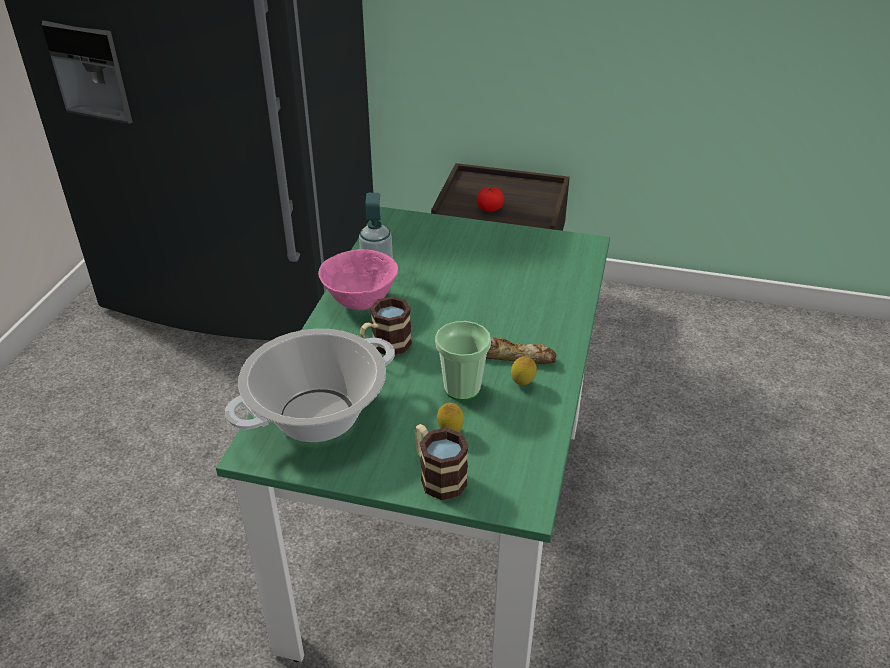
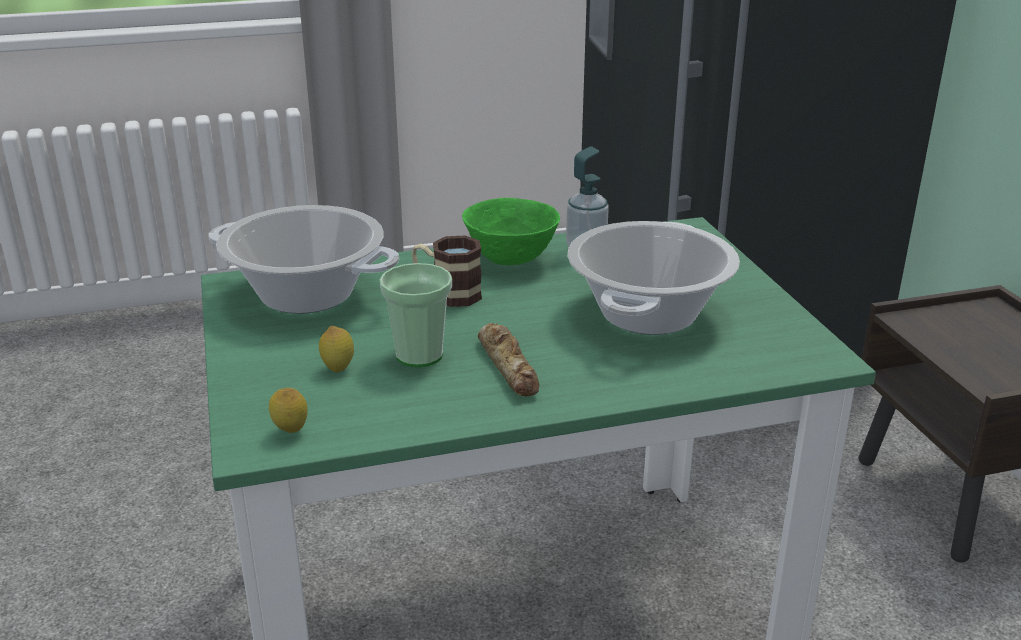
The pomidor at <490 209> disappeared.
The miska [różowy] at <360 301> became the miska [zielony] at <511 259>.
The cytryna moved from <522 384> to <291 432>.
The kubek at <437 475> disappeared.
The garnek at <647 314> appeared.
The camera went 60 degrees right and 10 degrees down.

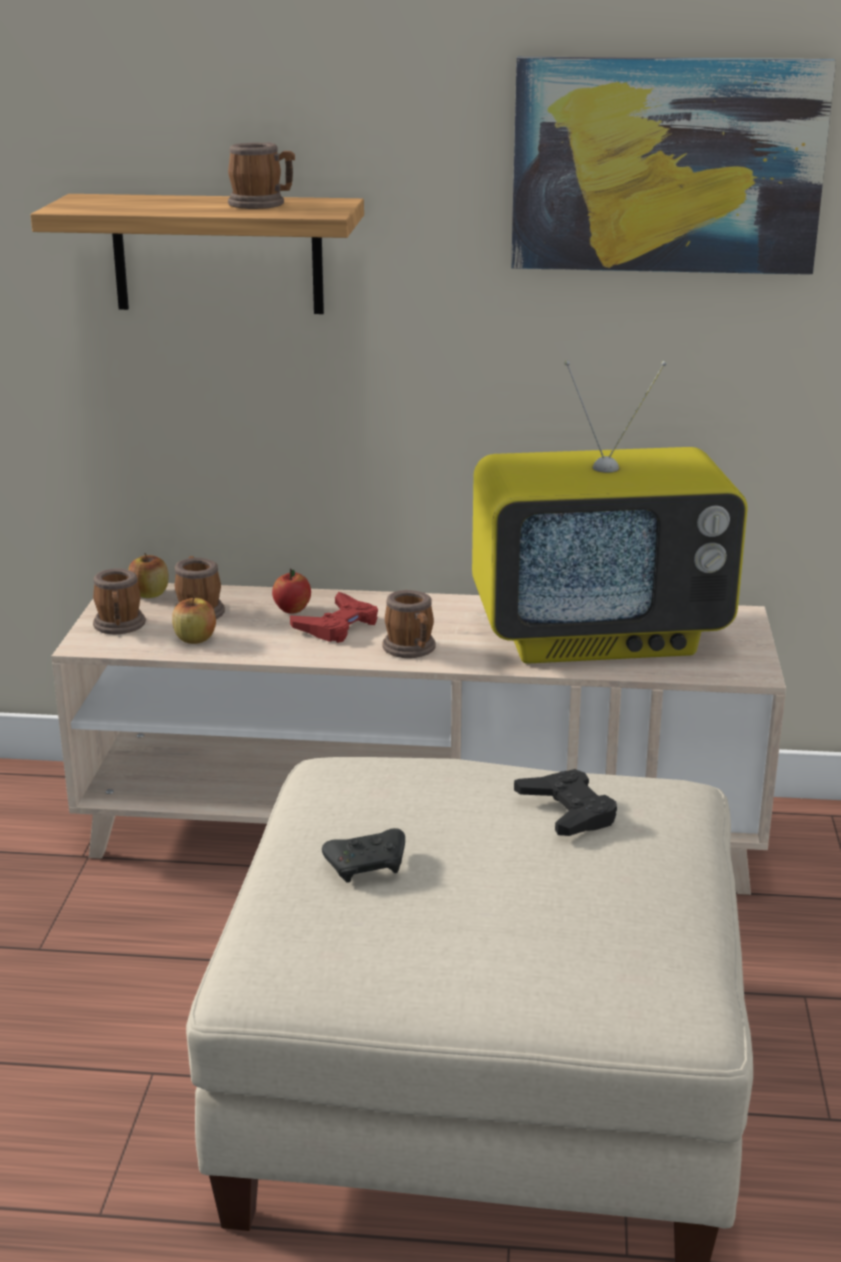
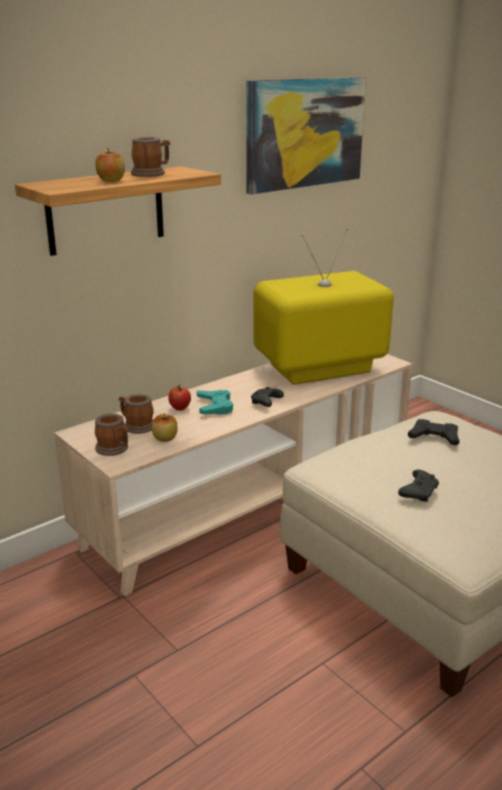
The telewizor at <599 636> turned 150 degrees counterclockwise.
The jabłko moved from <149 594> to <111 180>.
The kubek at <412 649> was replaced by the pad do gier [czarny] at <266 403>.
The pad do gier [czerwony] at <337 626> became the pad do gier [turkusowy] at <215 406>.
The camera went 45 degrees left and 0 degrees up.

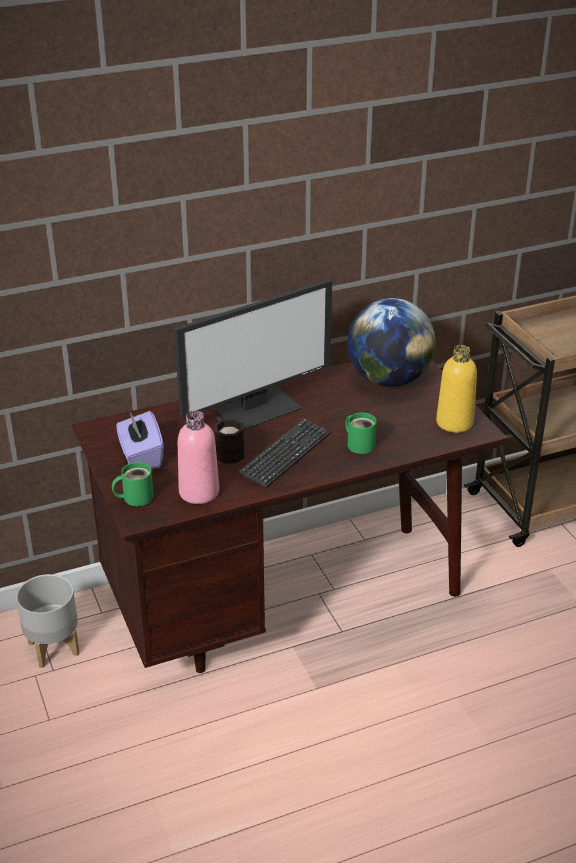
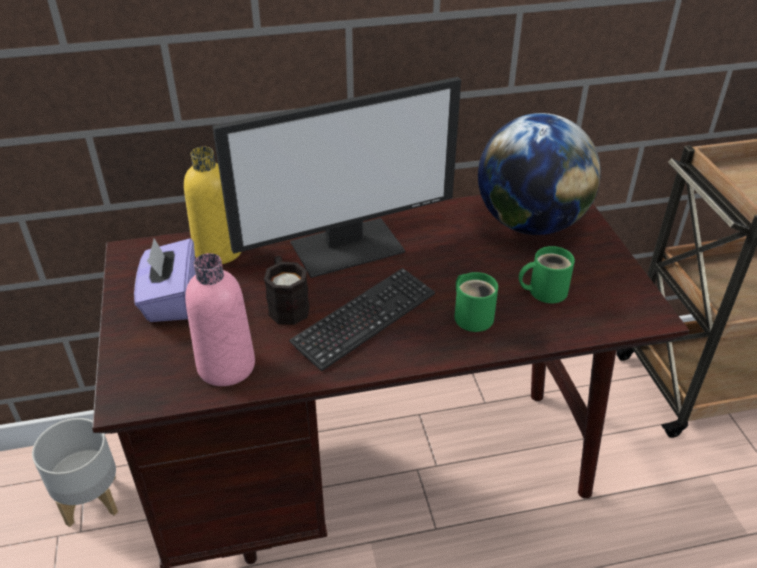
The butelka [żółty] moved from <454 422> to <218 251>.
The kubek [zielony] moved from <135 497> to <544 290>.
The camera went 10 degrees right and 5 degrees up.

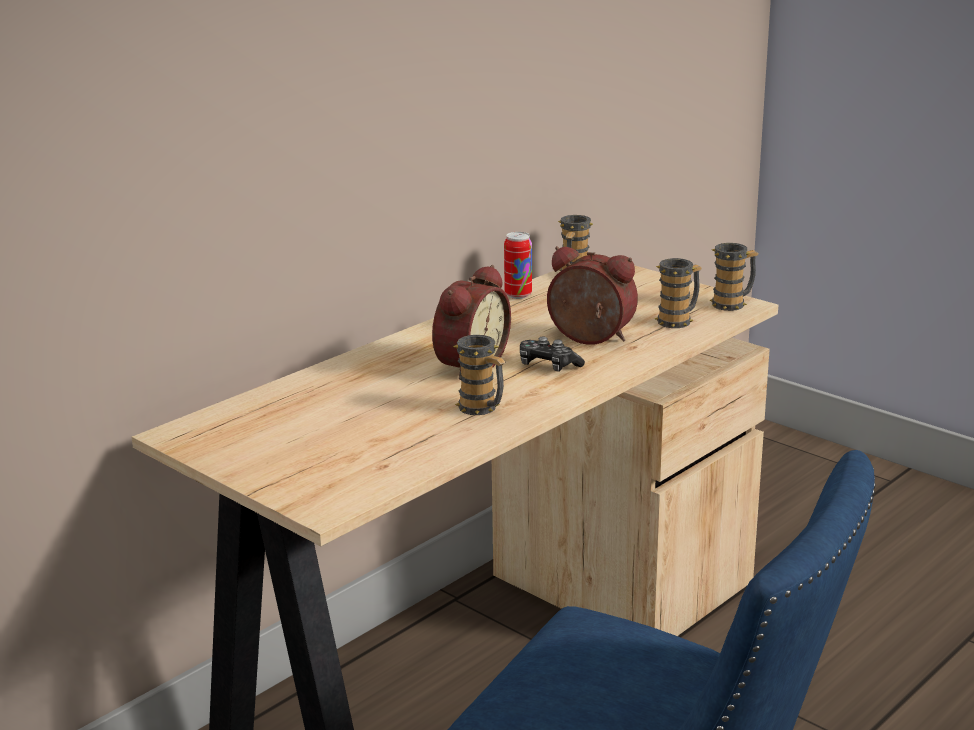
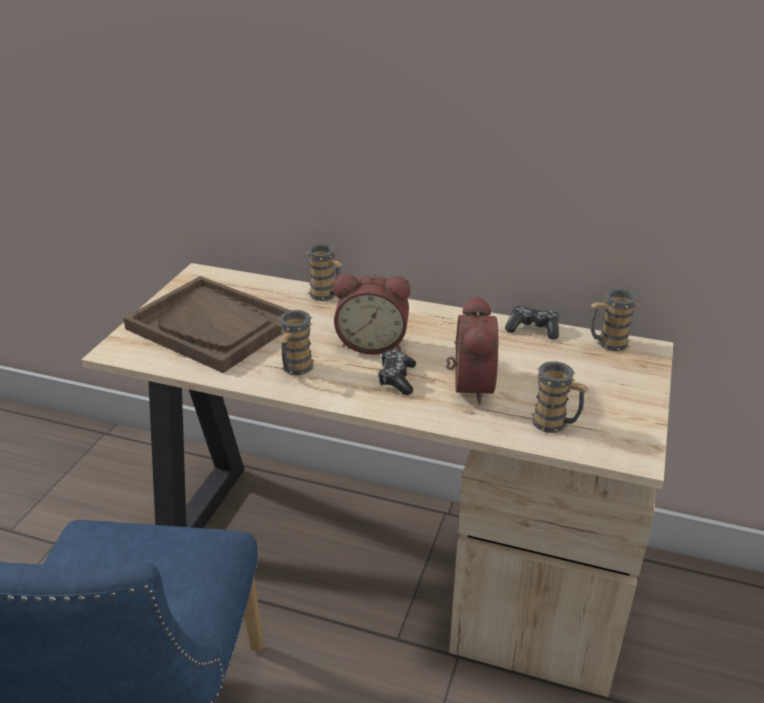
The puszka at <518 295> was replaced by the pad do gier at <533 329>.
The kubek moved from <733 303> to <326 296>.
The taca [brązowy] at <212 326> appeared.
The camera went 65 degrees right and 10 degrees up.

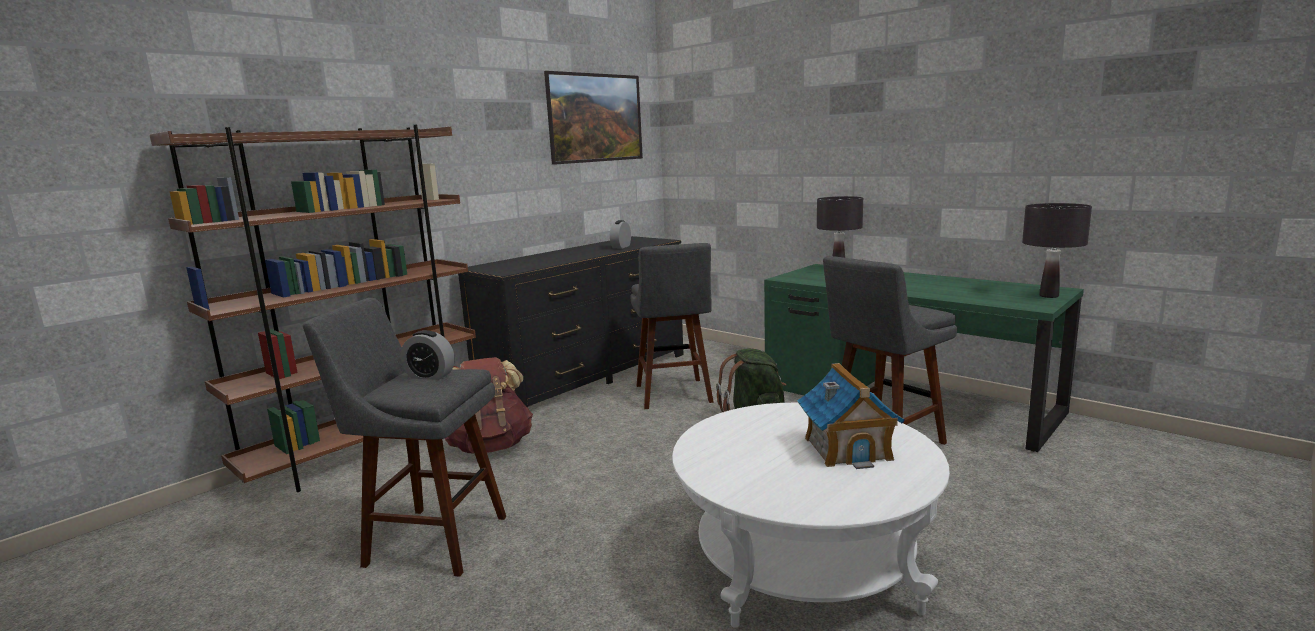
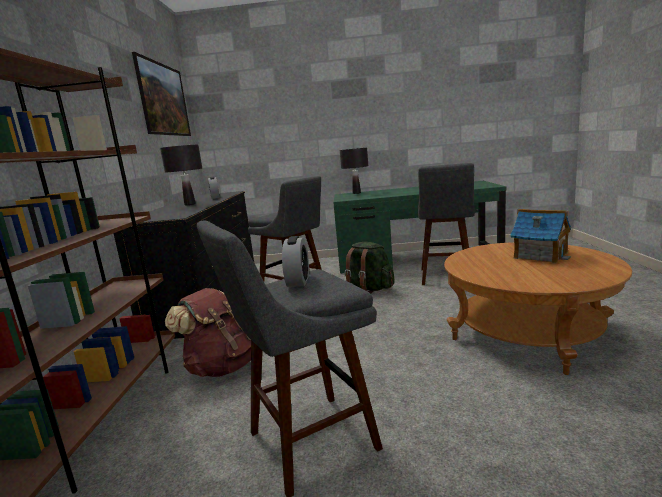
The lampa stołowa [czarny] moved from <1049 296> to <190 204>.
The budzik at <430 376> turned 60 degrees counterclockwise.
The ława [biały] at <803 563> became the ława [brązowy] at <527 334>.
The camera went 40 degrees left and 0 degrees up.

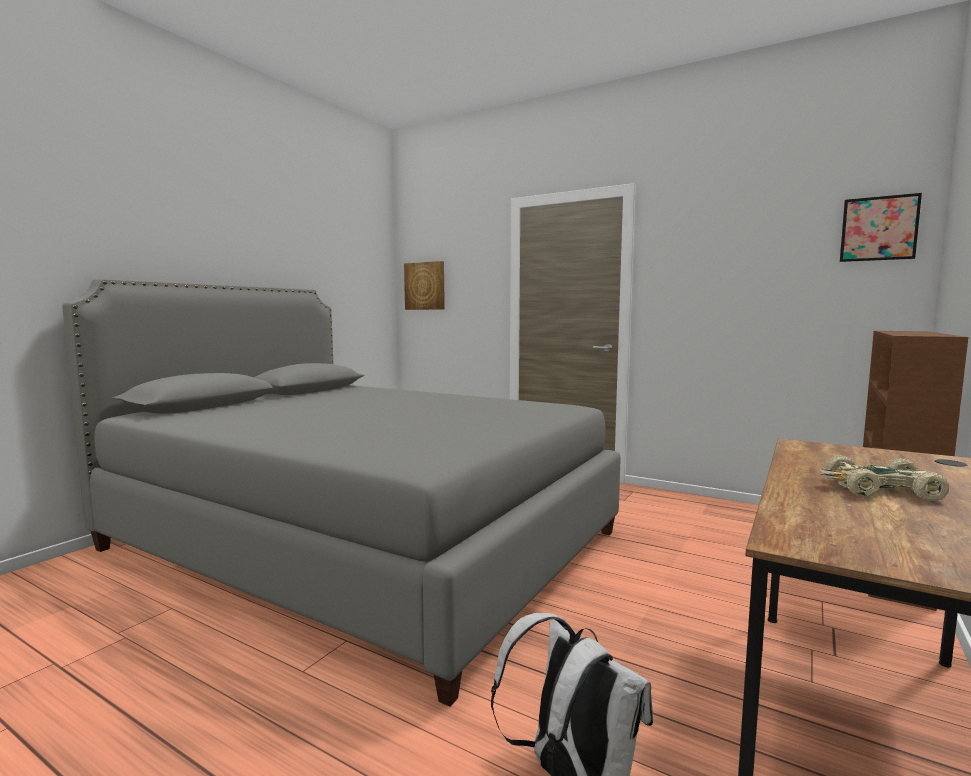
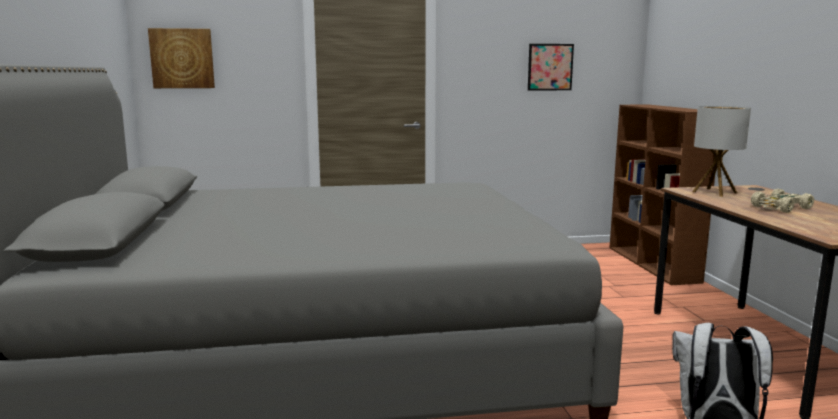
The obraz moved from <879 228> to <550 67>.
The lampa stołowa at <714 192> appeared.
The camera went 40 degrees left and 5 degrees up.

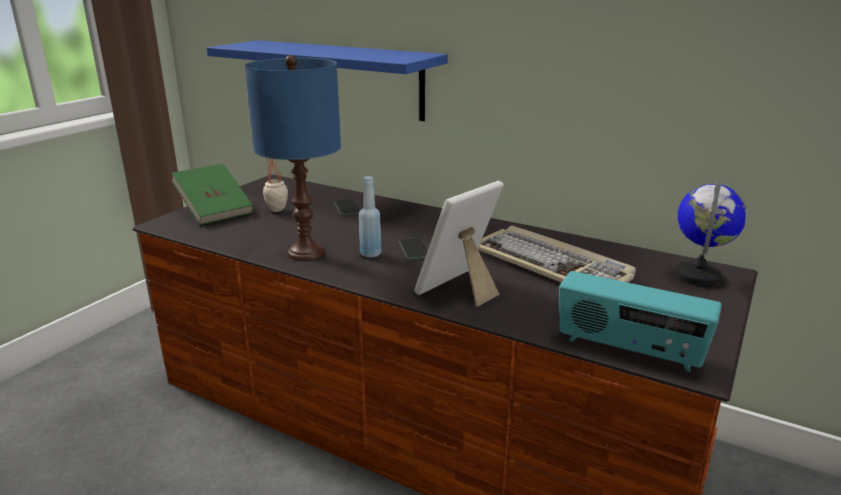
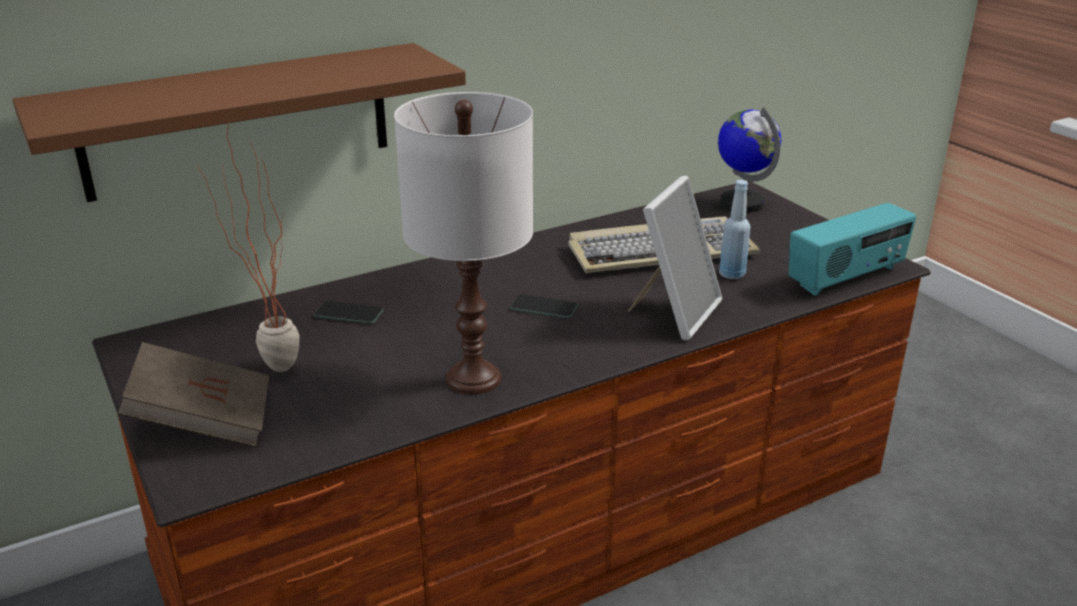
The półka [niebieski] at <346 79> became the półka [brązowy] at <238 121>.
The lampa stołowa [niebieski] at <306 253> became the lampa stołowa [biały] at <474 378>.
The książka [zielony] at <215 211> became the książka [brązowy] at <203 422>.
The butelka [niebieski] moved from <370 254> to <732 274>.
The ramka na zdjęcie at <460 290> turned 135 degrees counterclockwise.
The camera went 60 degrees left and 5 degrees up.

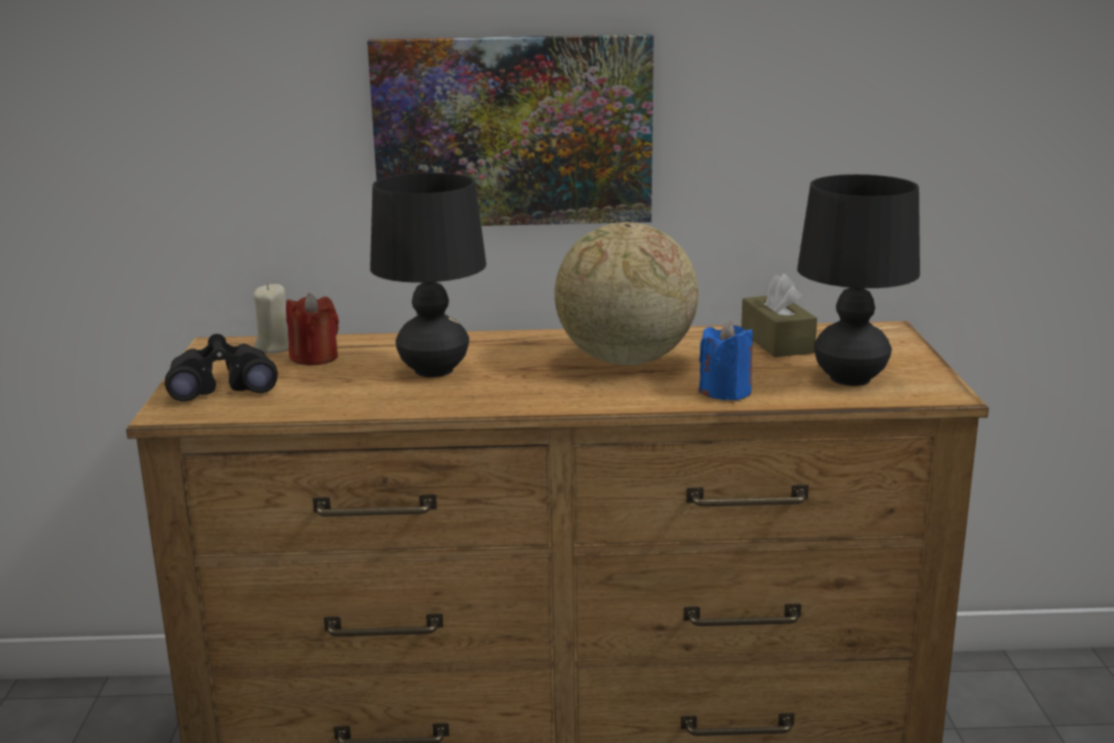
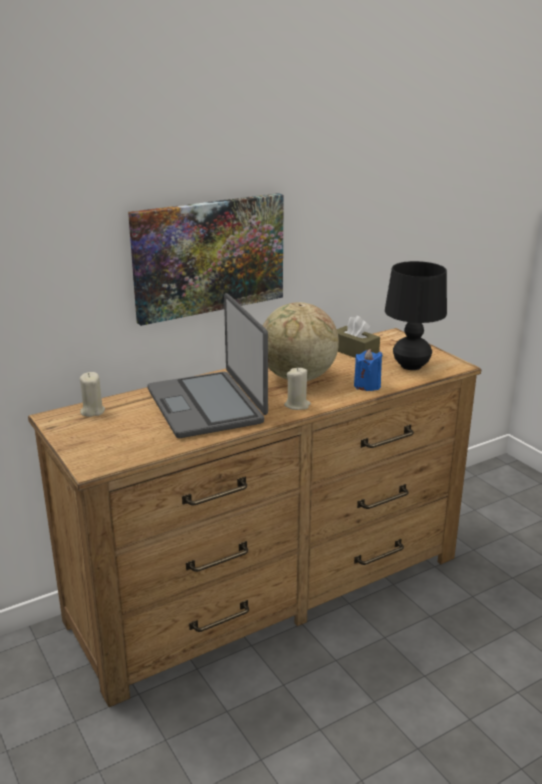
The lampa stołowa [czarny] at <433 370> was replaced by the laptop at <207 405>.
The świeca [czerwony] at <314 358> disappeared.
The lornetka [czarny] at <222 386> disappeared.
The świeca [beżowy] at <297 405> appeared.
The camera went 30 degrees left and 5 degrees up.

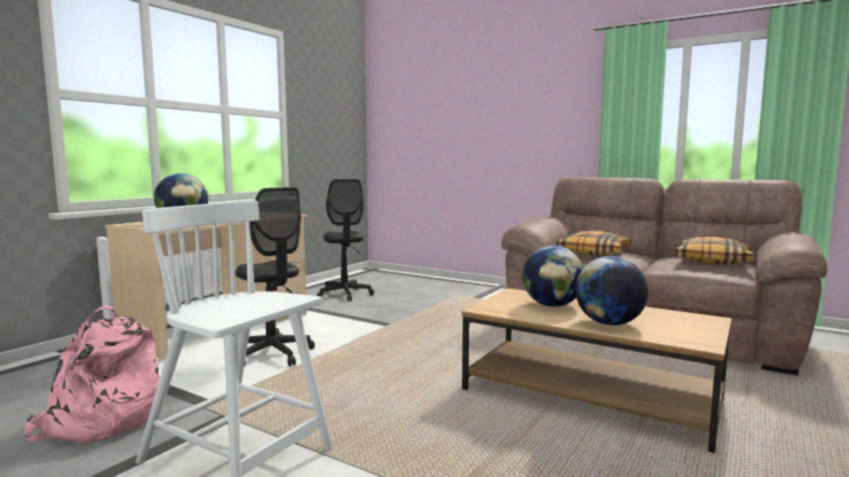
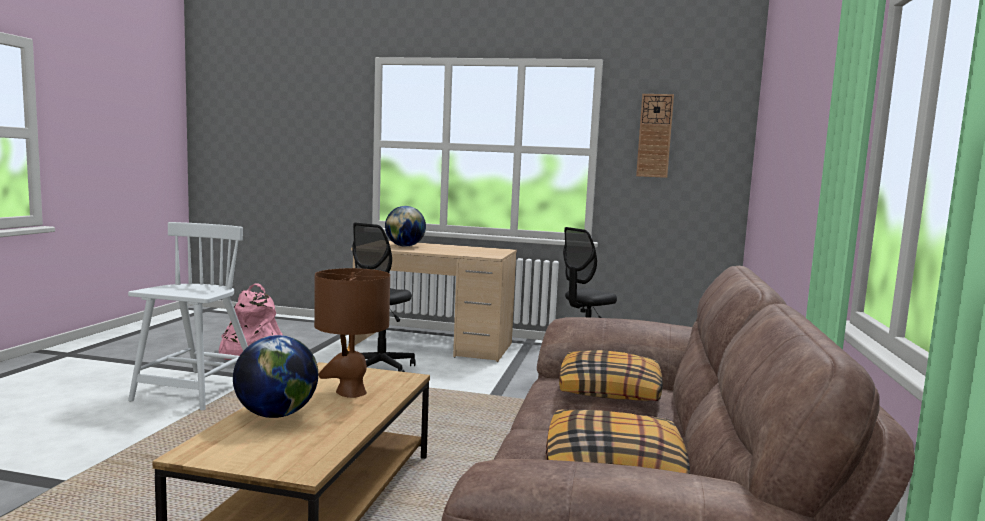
The globus at <552 305> was replaced by the lampa stołowa [brązowy] at <351 392>.
The zegar ścienny at <654 135> appeared.
The camera went 70 degrees right and 0 degrees up.

